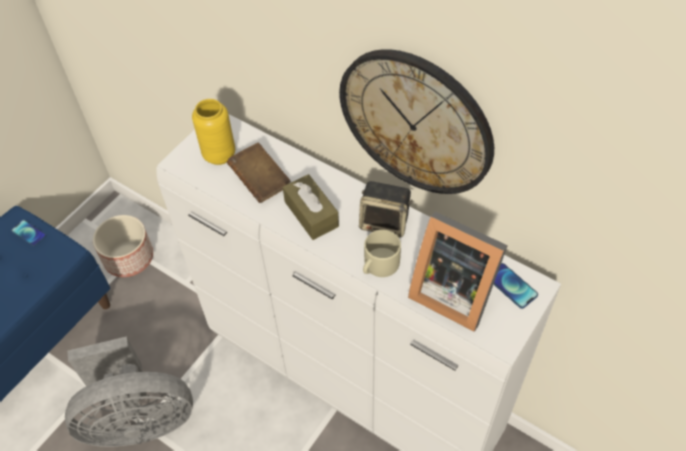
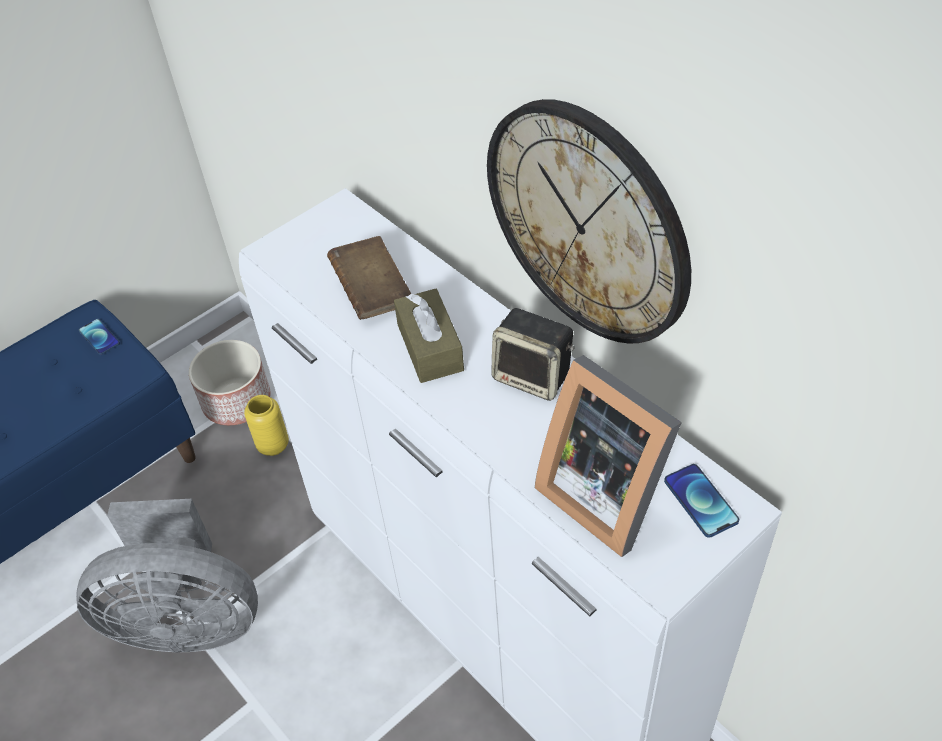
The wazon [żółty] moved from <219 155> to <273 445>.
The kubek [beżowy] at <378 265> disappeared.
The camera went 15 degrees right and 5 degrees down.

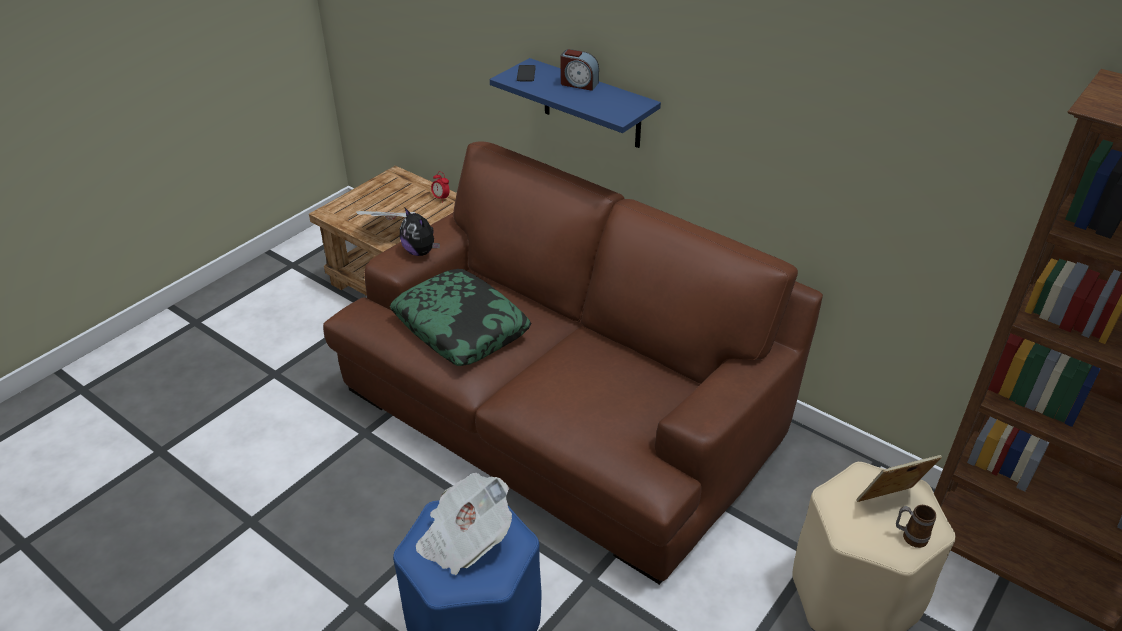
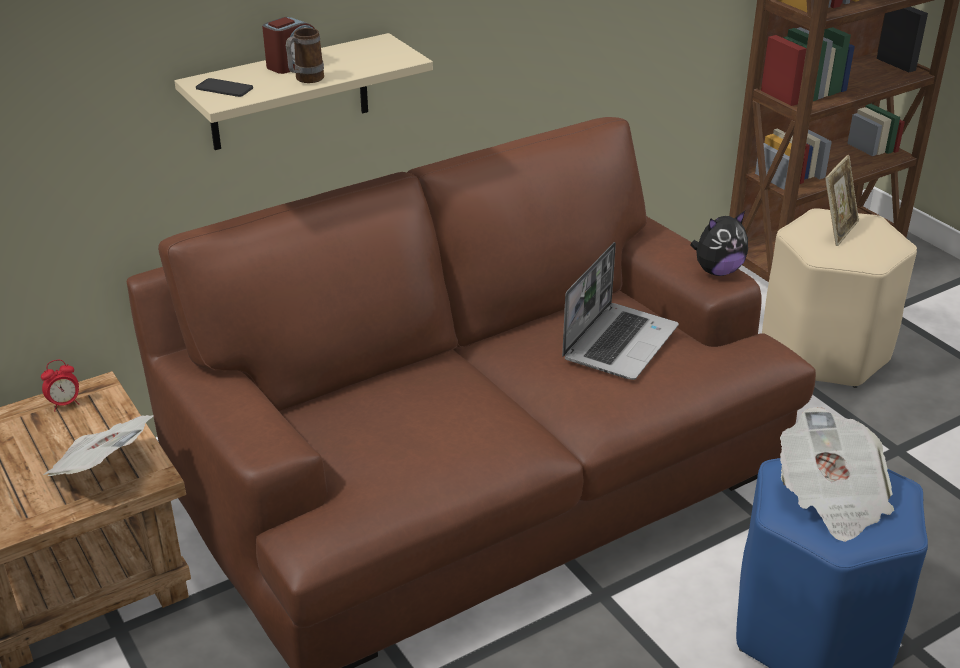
The półka [niebieski] at <592 104> became the półka [beżowy] at <289 93>.
The pluszak moved from <420 252> to <717 271>.
The poduszka at <461 327> disappeared.
The ramka na zdjęcie at <889 502> turned 150 degrees counterclockwise.
The kubek moved from <909 537> to <305 80>.
The laptop at <619 342> appeared.
The camera went 70 degrees left and 5 degrees down.

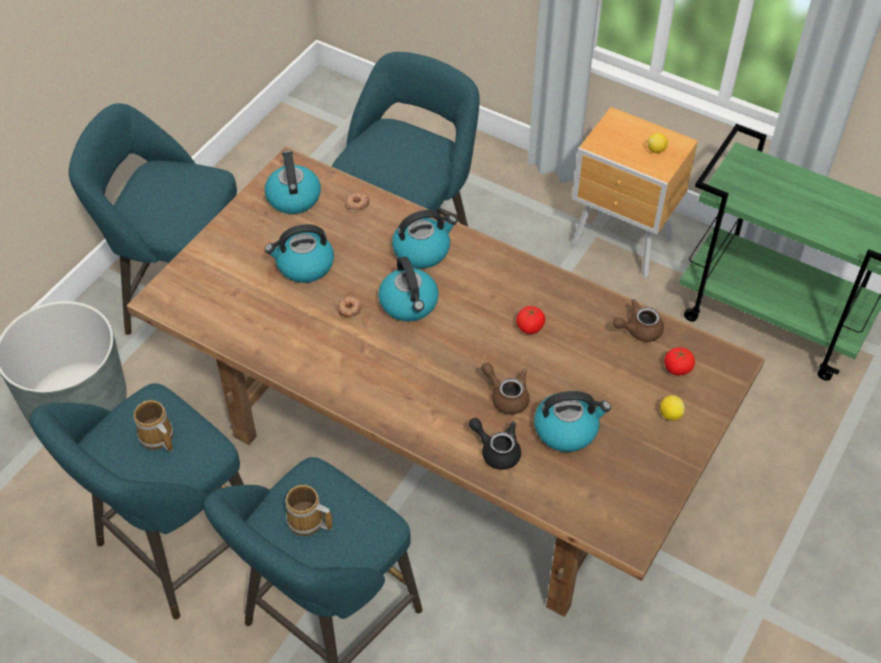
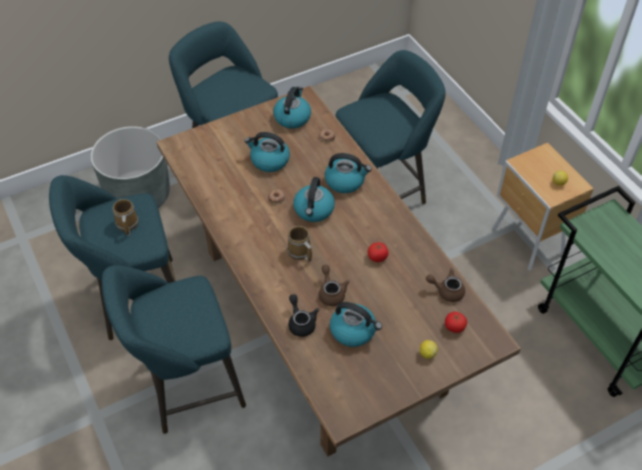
The kubek moved from <307 522> to <299 252>.
The camera went 30 degrees right and 0 degrees up.

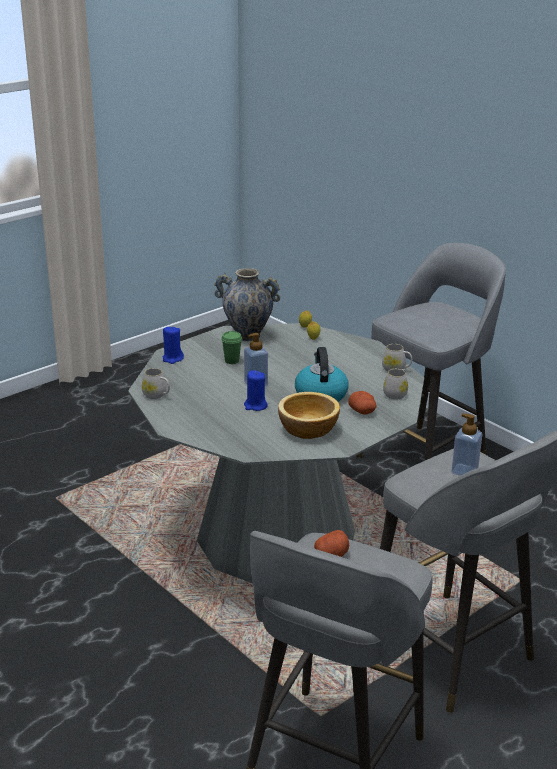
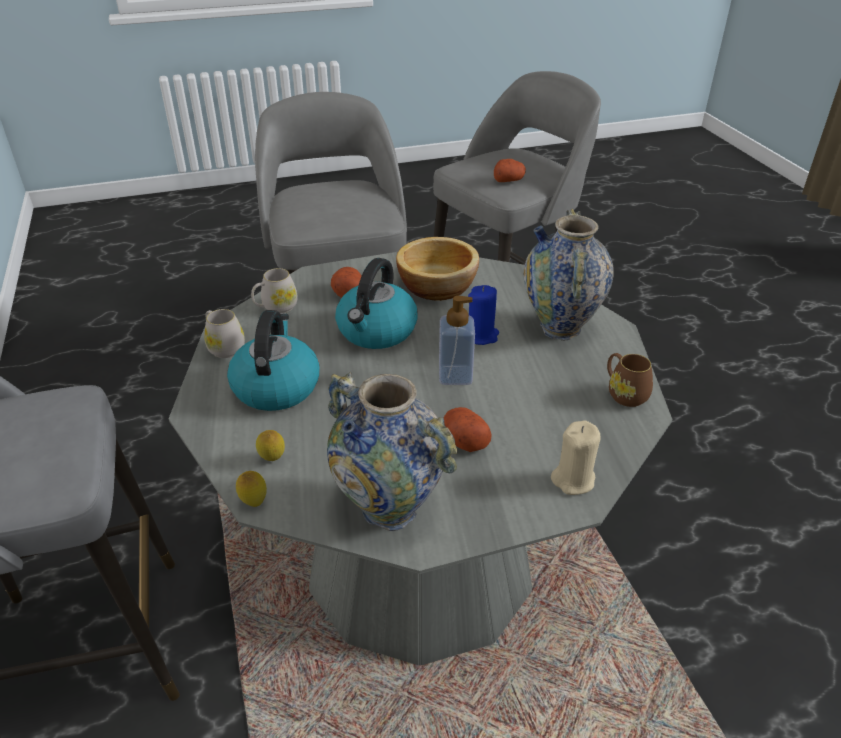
The świeca [niebieski] at <172 359> became the świeca [beżowy] at <573 479>.
The filiżanka [zielony] at <232 361> was replaced by the ziemniak at <464 440>.
The kubek [biały] at <157 395> became the kubek [brązowy] at <624 393>.
The dozownik mydła at <464 471> disappeared.
The wazon at <560 328> appeared.
The czajnik at <276 386> appeared.
The camera went 155 degrees left and 10 degrees up.

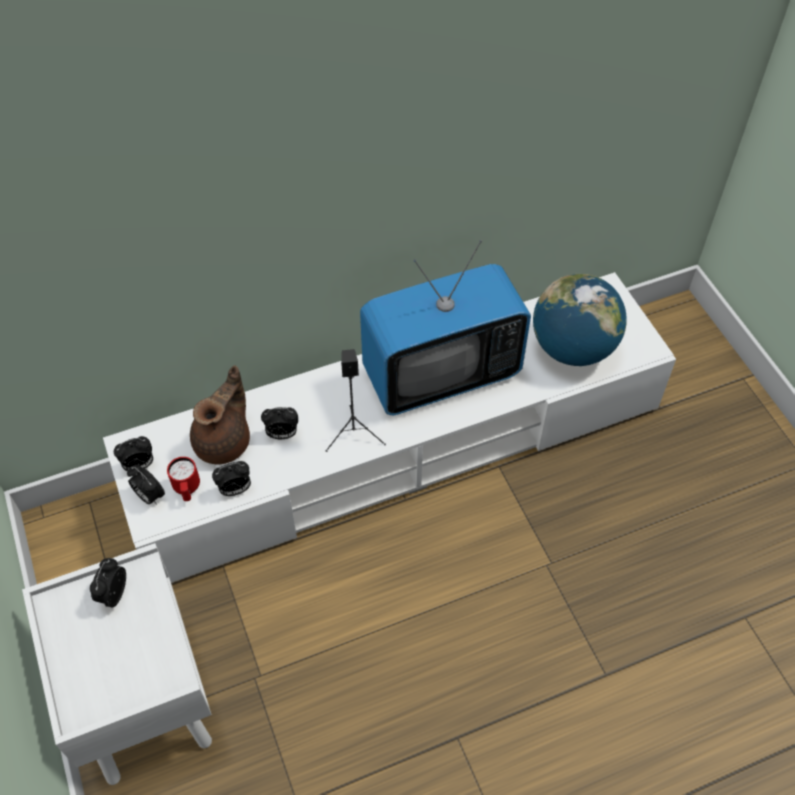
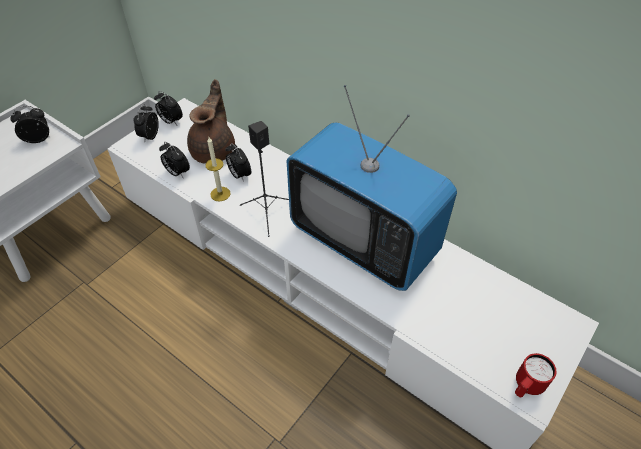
The globus at <572 348> disappeared.
The imbryk [brązowy] at <225 441> turned 75 degrees counterclockwise.
The kubek [czerwony] moved from <187 489> to <526 386>.
The świeca at <220 194> appeared.
The camera went 60 degrees right and 5 degrees down.

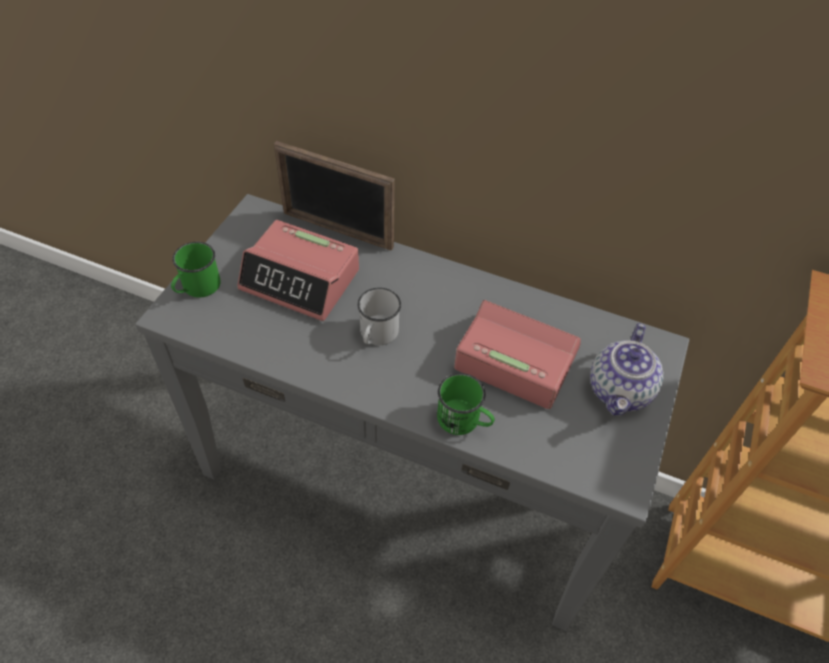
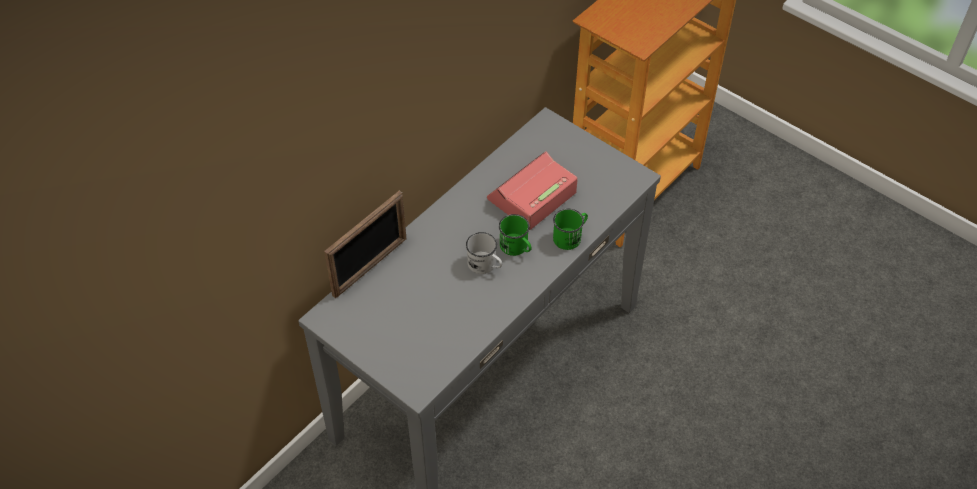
The budzik at <301 280> disappeared.
The kubek [zielony] moved from <197 288> to <516 248>.
The imbryk at <620 391> disappeared.
The camera went 70 degrees left and 0 degrees up.

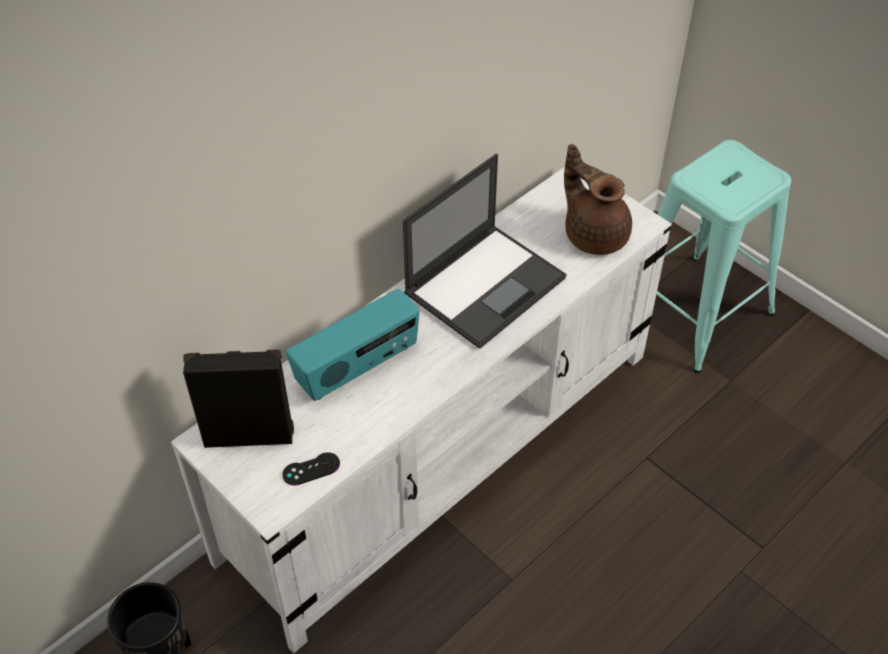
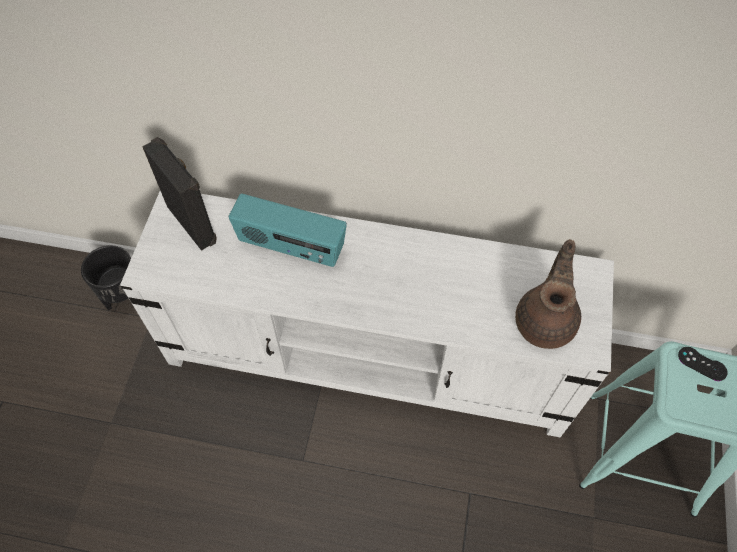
The laptop at <486 284> disappeared.
The pad do gier [czarny] moved from <311 469> to <702 364>.
The camera went 55 degrees right and 10 degrees up.

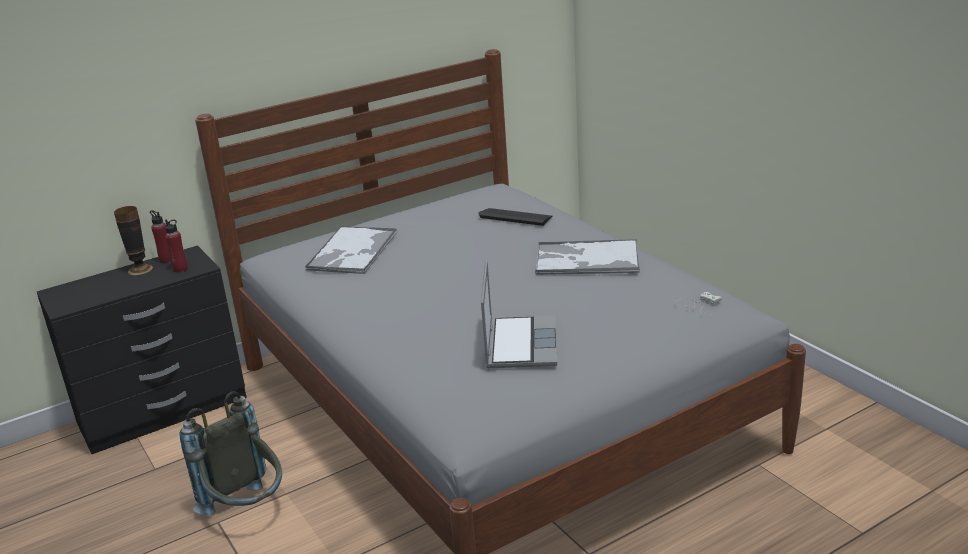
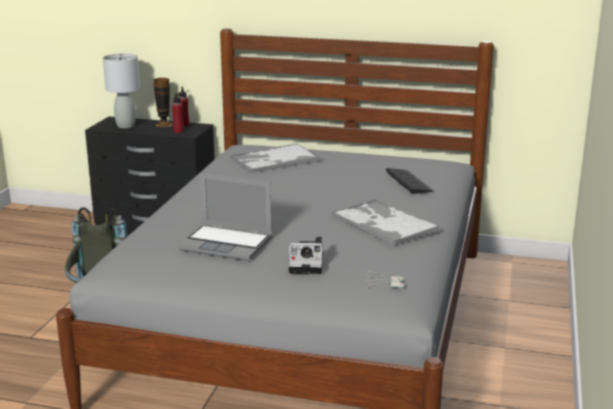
The laptop at <520 344> turned 60 degrees clockwise.
The lampa stołowa [szary] at <125 126> appeared.
The aparat fotograficzny at <308 264> appeared.
The camera went 45 degrees right and 5 degrees down.

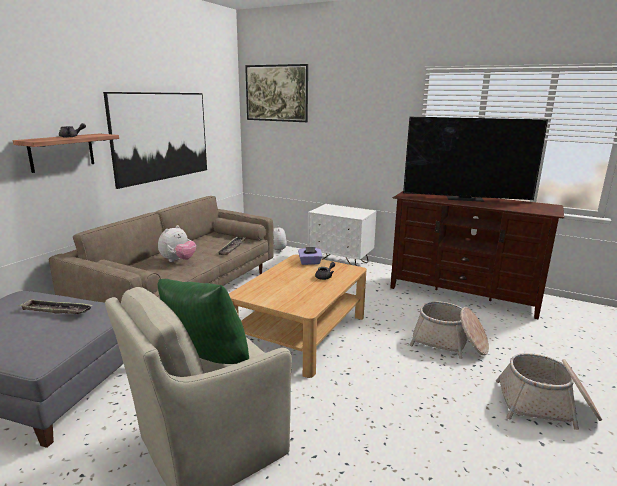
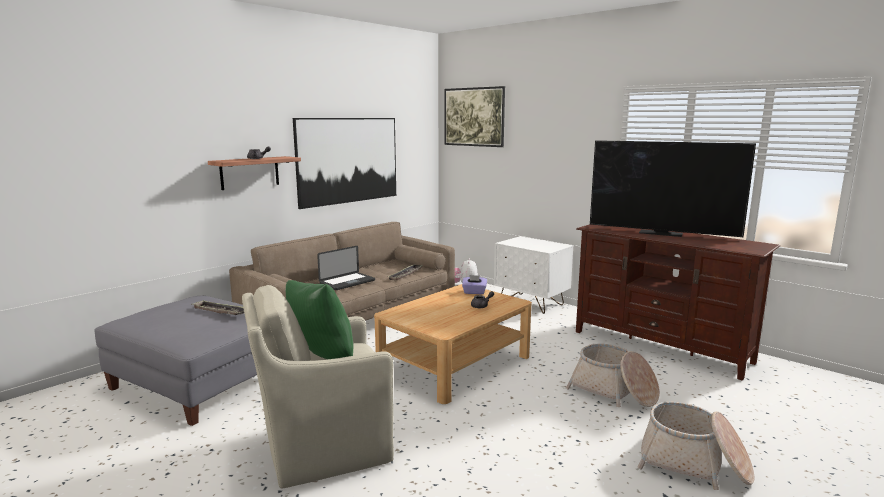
The pluszak at <178 260> was replaced by the laptop at <347 282>.
The camera went 15 degrees right and 5 degrees down.

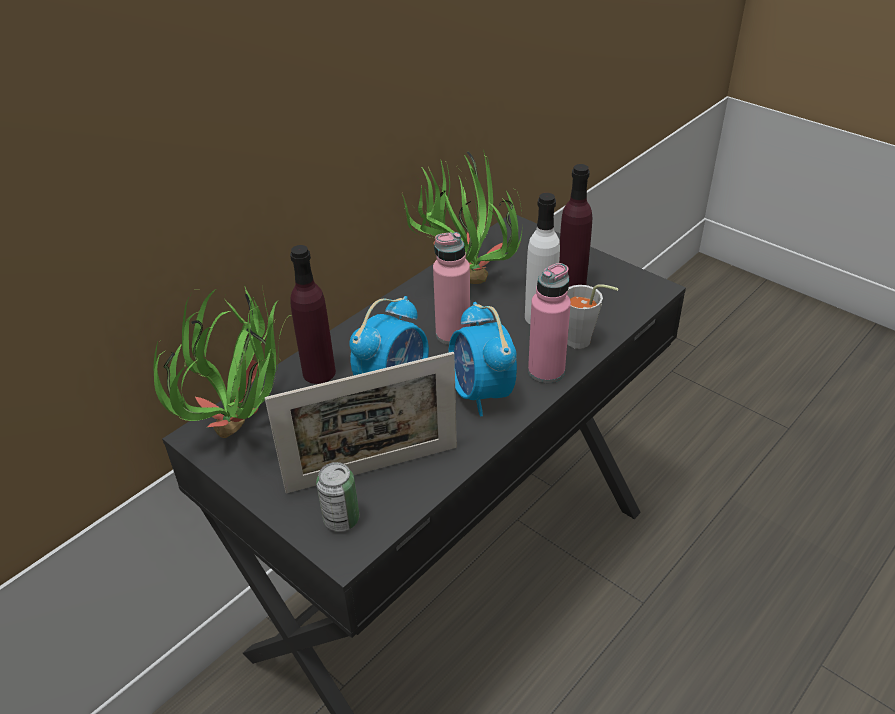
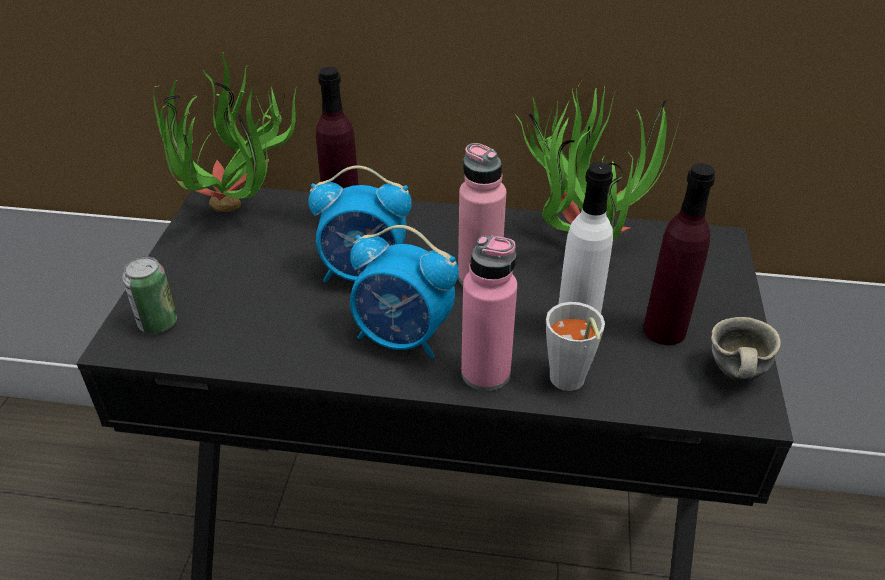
The budzik at <481 393> turned 105 degrees counterclockwise.
The ramka na zdjęcie at <373 469> disappeared.
The kubek [szary] at <732 376> appeared.
The camera went 55 degrees right and 0 degrees up.

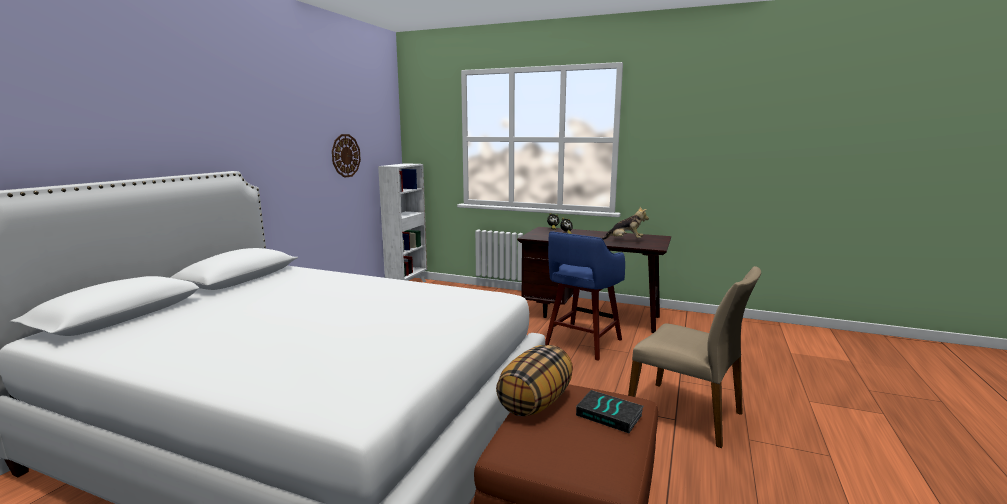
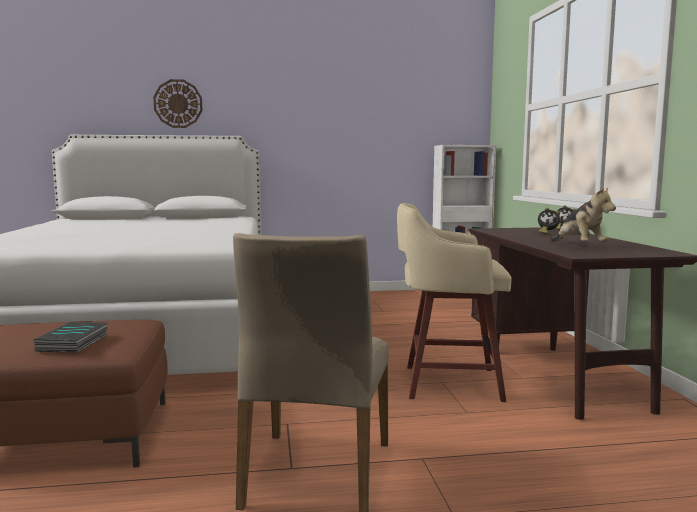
The zegar ścienny moved from <345 155> to <178 103>.
The stołek [niebieski] at <582 343> became the stołek [beżowy] at <448 383>.
The poduszka at <535 402> disappeared.
The camera went 60 degrees right and 5 degrees down.

